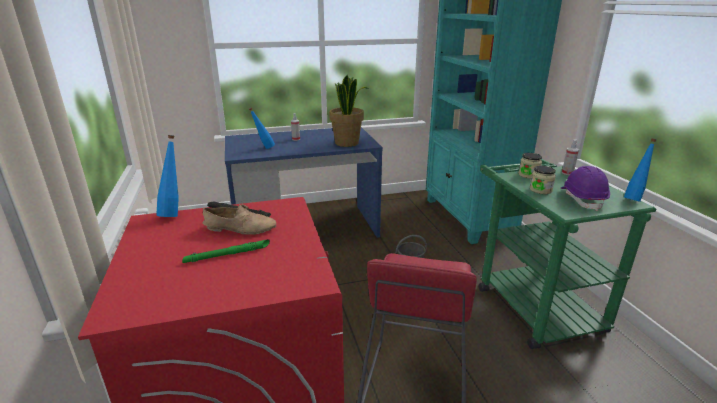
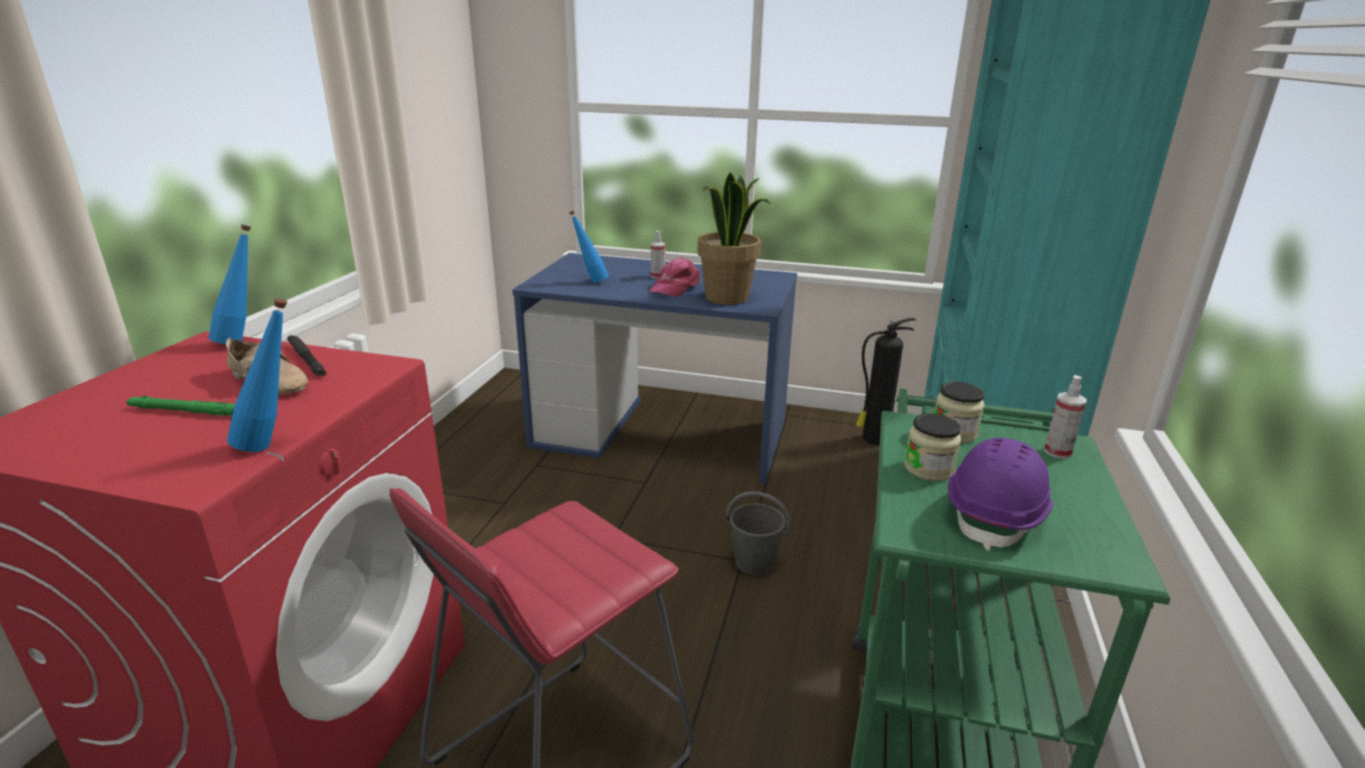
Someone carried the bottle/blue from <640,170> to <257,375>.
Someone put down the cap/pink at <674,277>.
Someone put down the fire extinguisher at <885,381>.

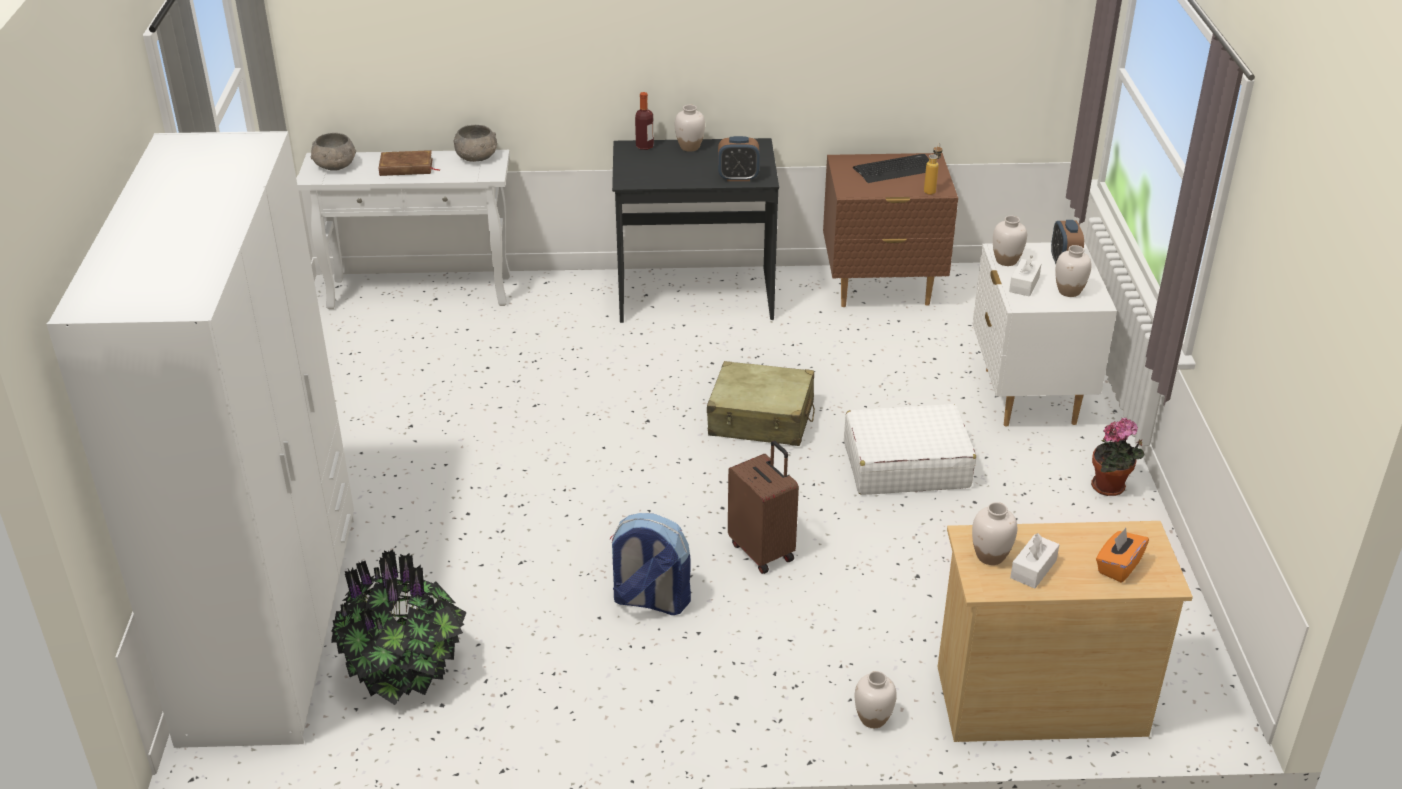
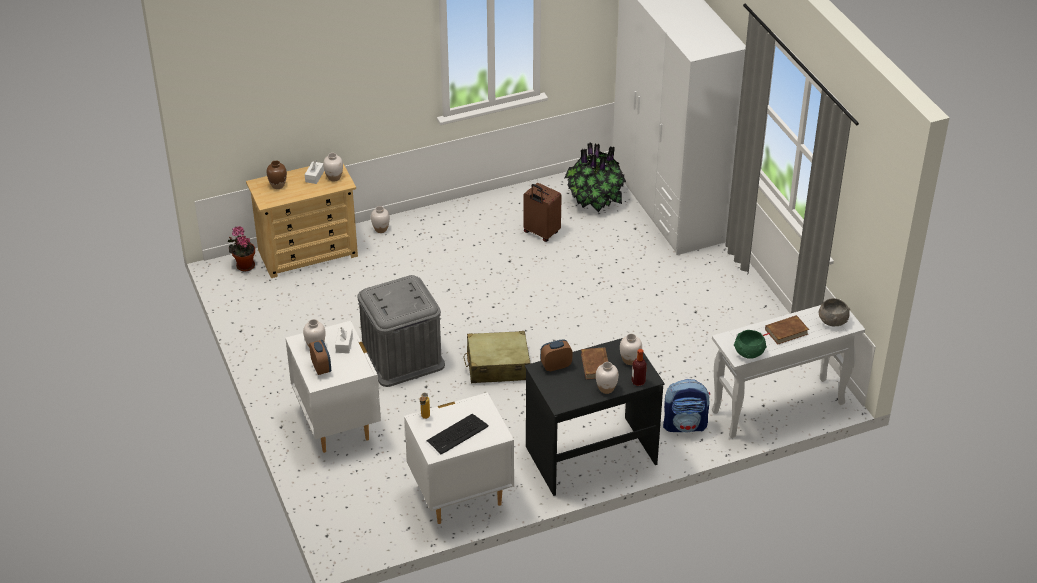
Someone repainted the bowl/grey at <475,143>, which became the bowl/green at <750,344>.
Someone carried the backpack from <650,564> to <686,406>.
Someone carried the suitcase/brown from <763,507> to <543,212>.
Someone repainted the nightstand/brown at <890,230>, which became the nightstand/white at <459,458>.
Someone swapped the suitcase/white at <910,449> for the storage box/grey at <401,331>.
Someone carried the vase/white from <1010,241> to <631,349>.
Someone carried the potted plant from <1118,457> to <241,248>.
Someone swapped the tissue box/orange at <1122,555> for the vase/brown at <277,174>.
Someone put down the book/brown at <594,363>.

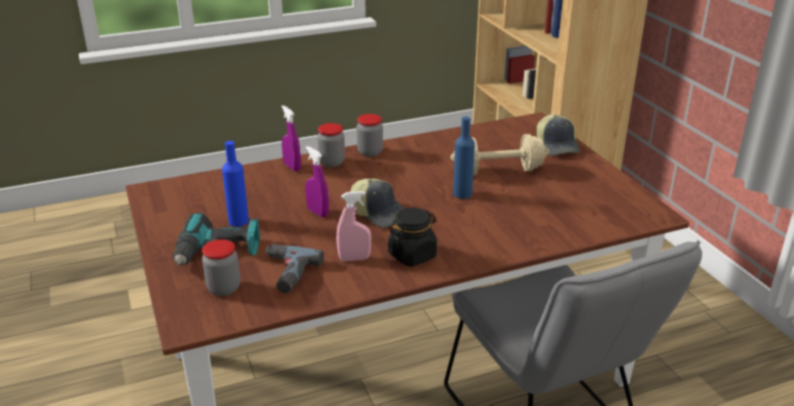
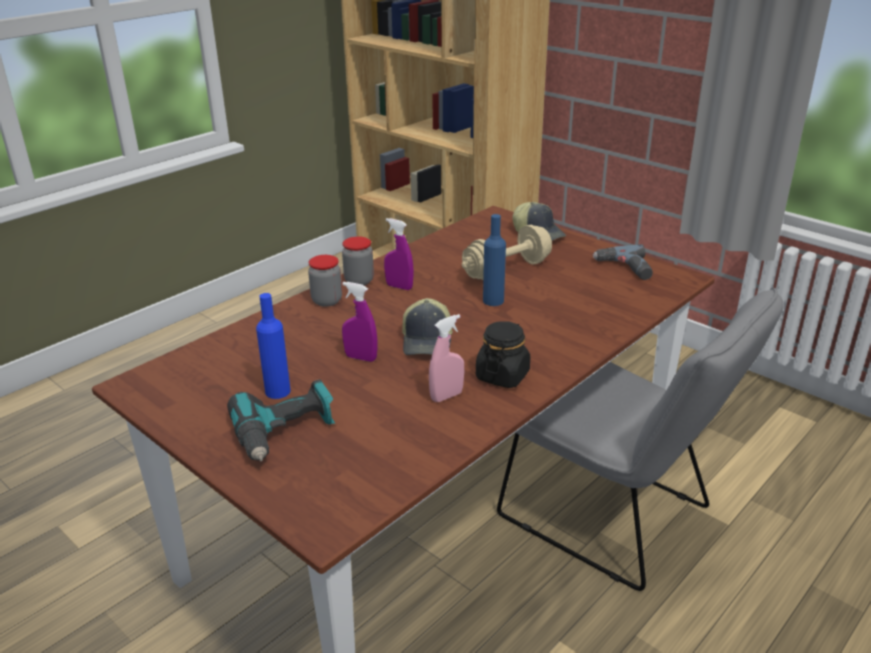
Someone took away the jar at <221,267>.
Someone carried the power drill from <295,268> to <623,262>.
Someone carried the spray bottle/purple from <291,138> to <399,254>.
Someone rotated the cap at <377,203> by 75 degrees clockwise.

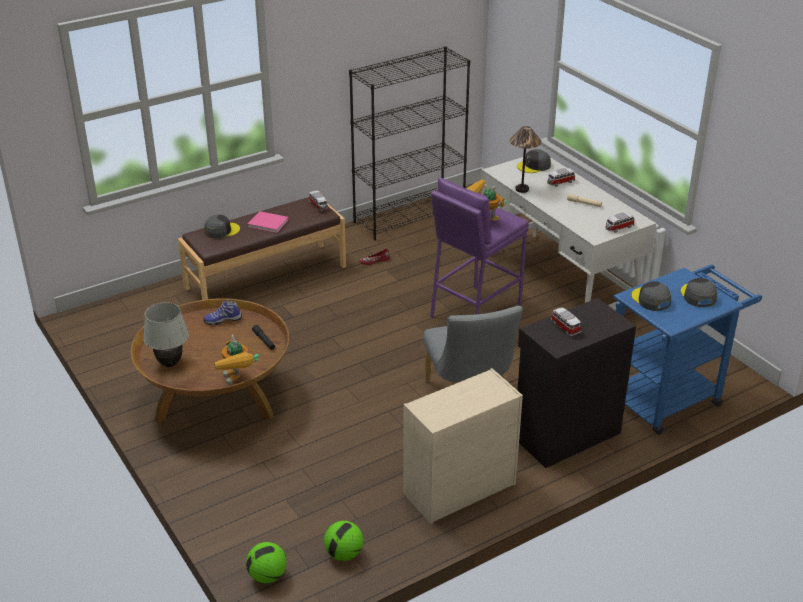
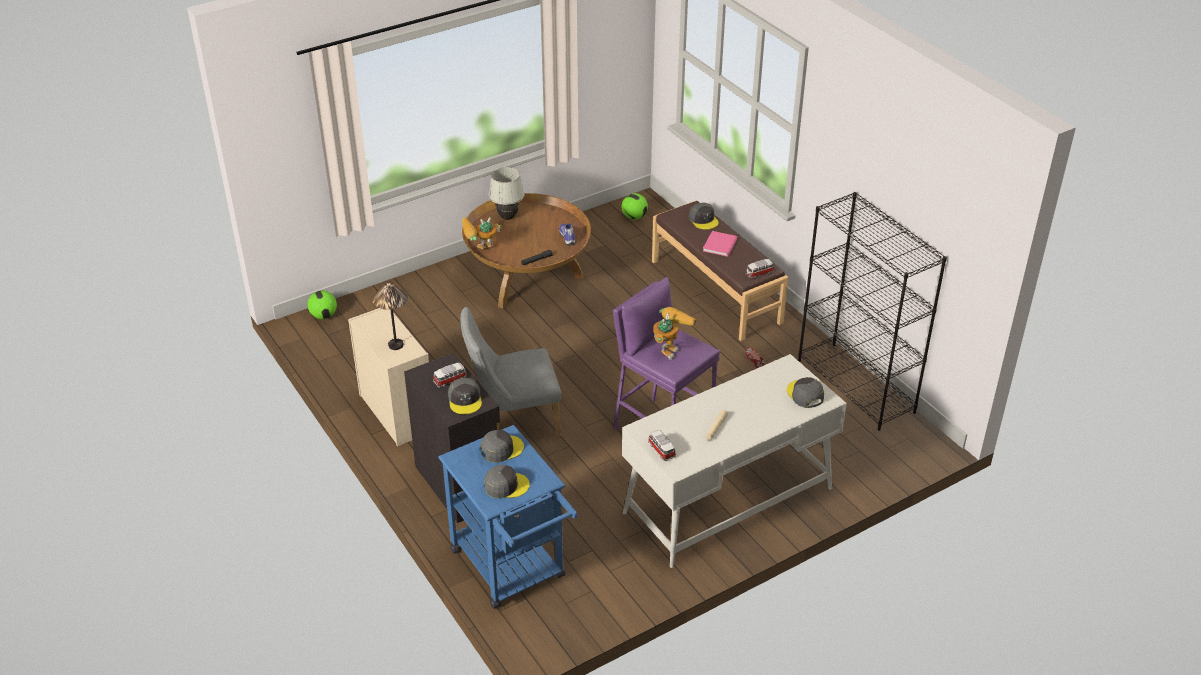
Someone carried the football from <343,541> to <635,206>.
Someone carried the table lamp from <525,159> to <390,316>.
Someone took away the toy car at <561,177>.
Someone put down the cap/grey at <465,396>.

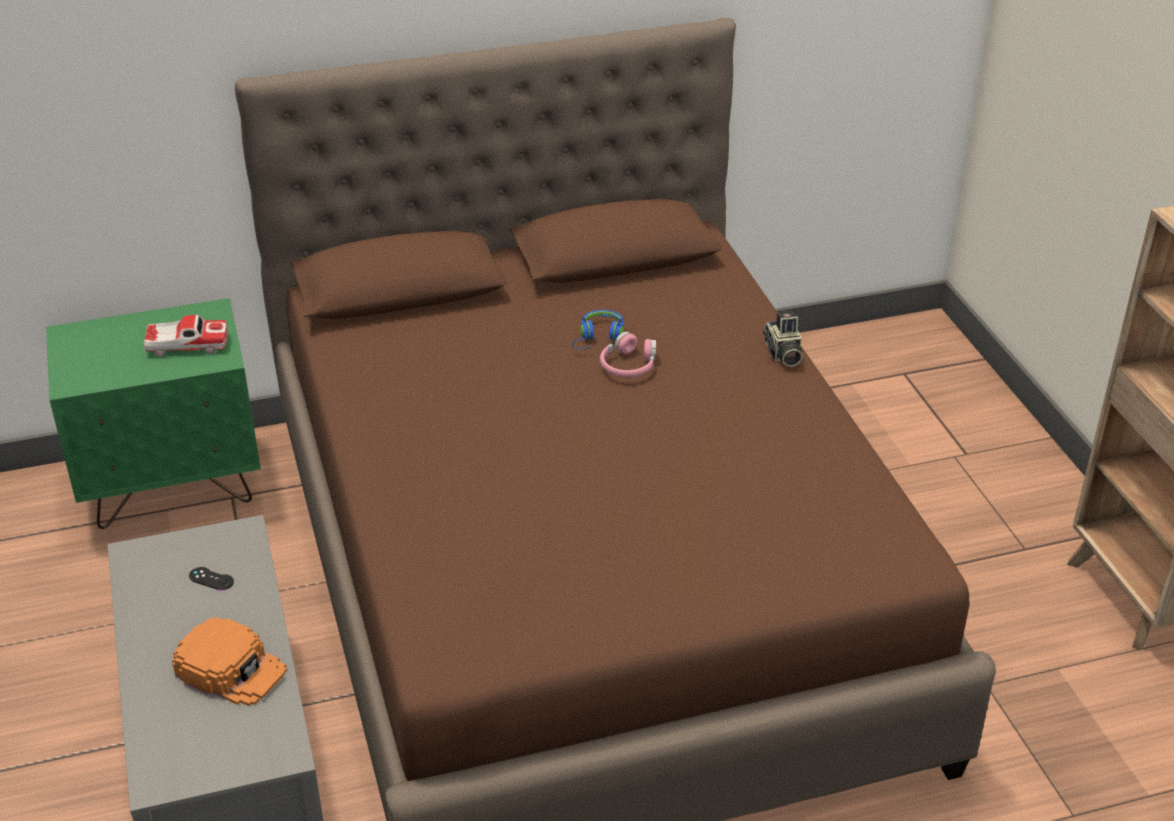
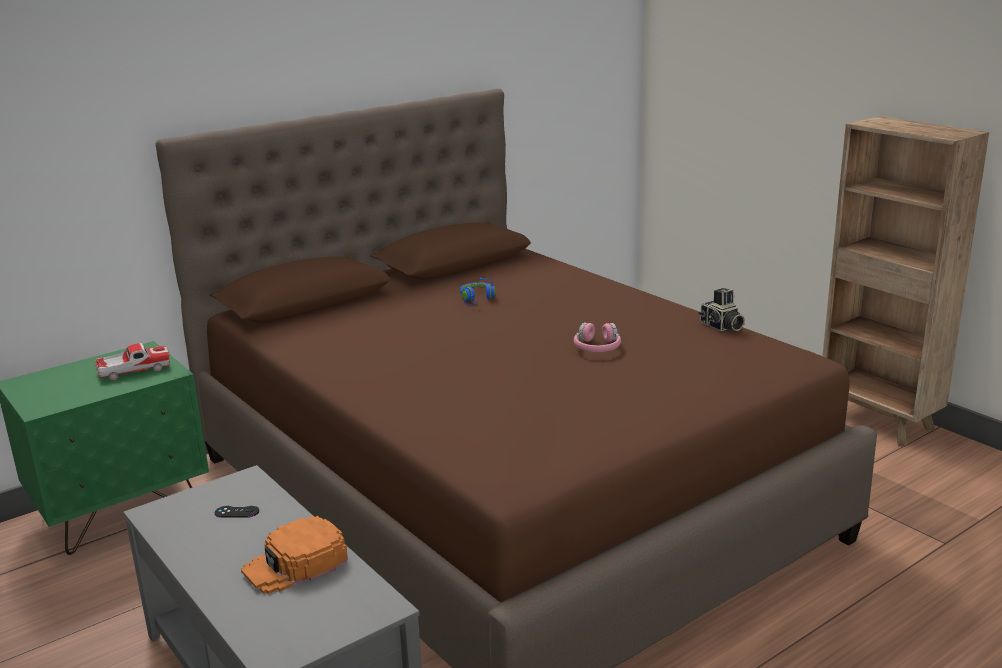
Someone rotated the cap/orange at <229,661> by 135 degrees clockwise.
Someone carried the headphones/pink from <628,354> to <597,337>.
Someone carried the photo camera from <783,339> to <722,309>.

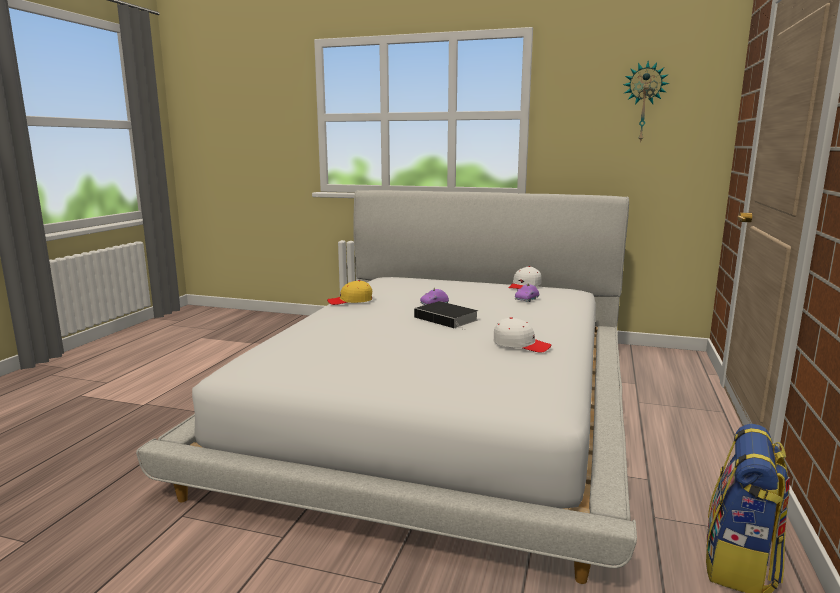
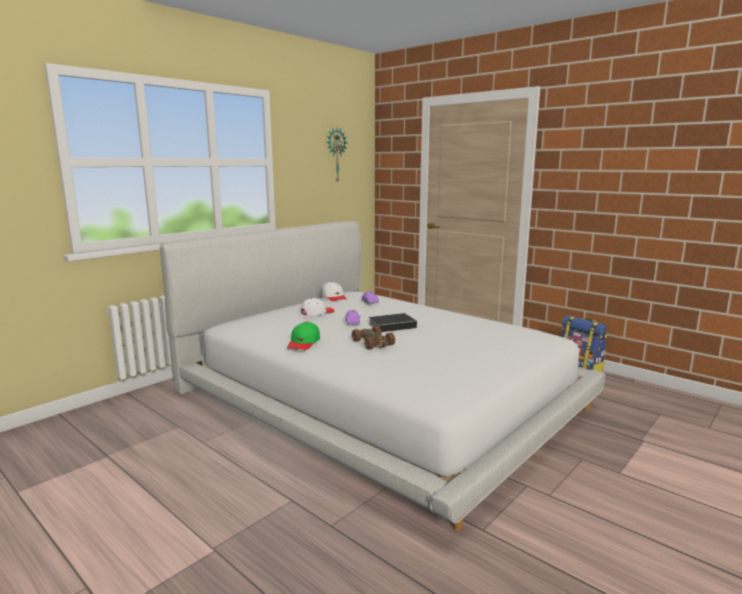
Someone repainted the cap/yellow at <349,292>, which became the cap/green at <303,336>.
Someone carried the cap/white from <522,334> to <317,307>.
Someone put down the toy car/brown at <373,338>.

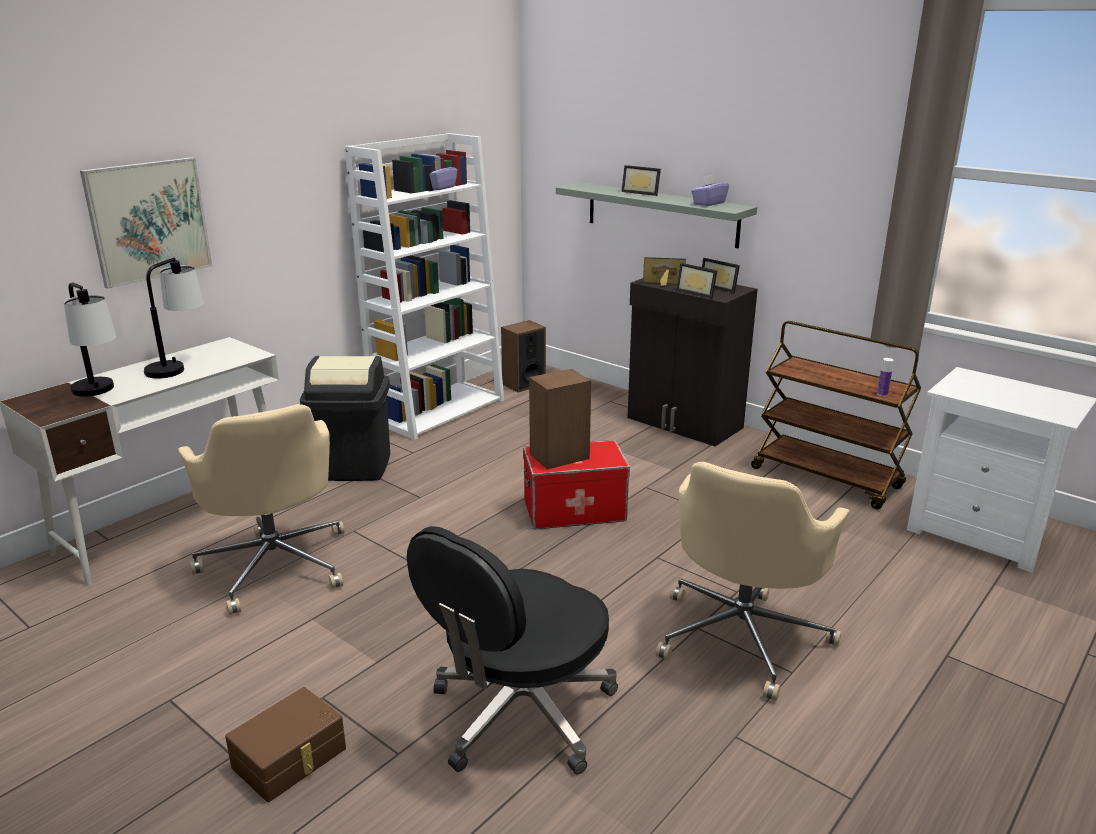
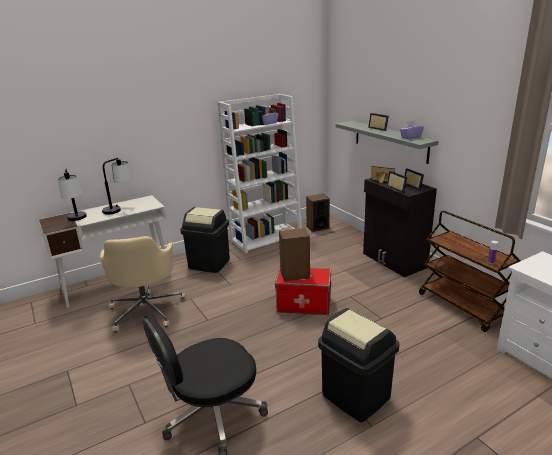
Someone took away the picture at <146,223>.
Someone took away the storage box/brown at <285,744>.
Someone swapped the office chair/beige at <753,581> for the trash can/black at <358,365>.

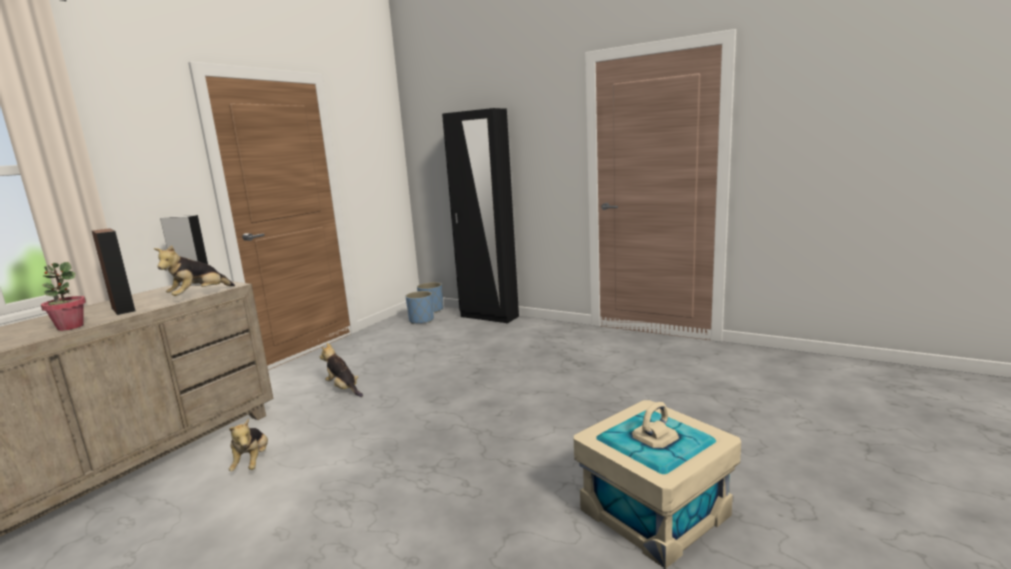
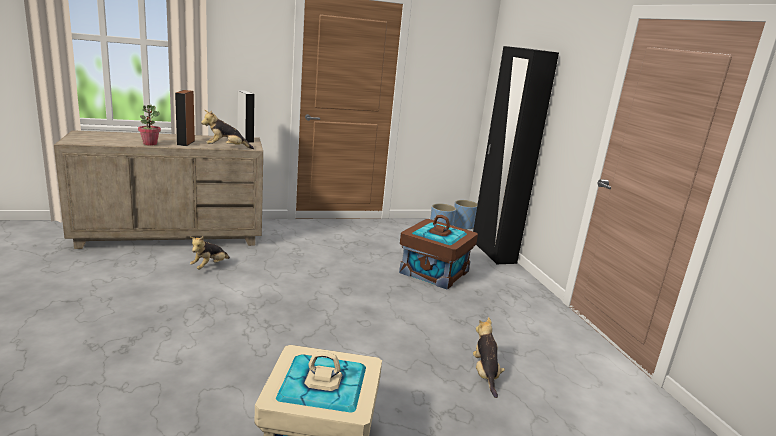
Someone carried the plush toy from <341,370> to <489,357>.
Someone put down the storage box/brown at <438,252>.

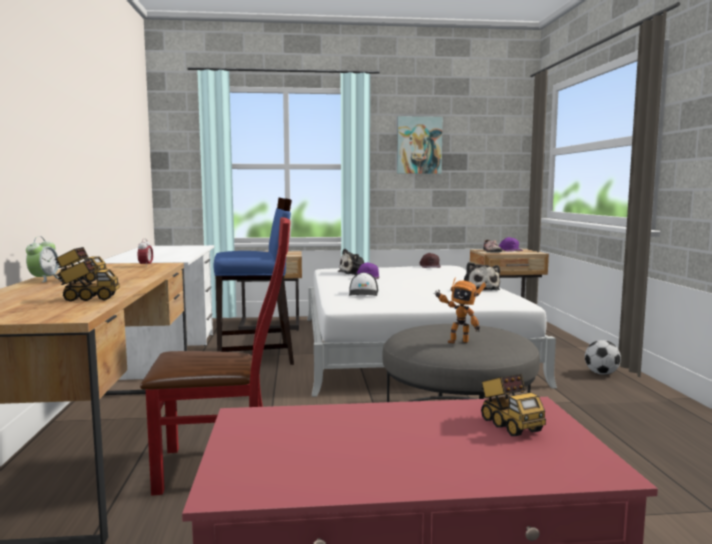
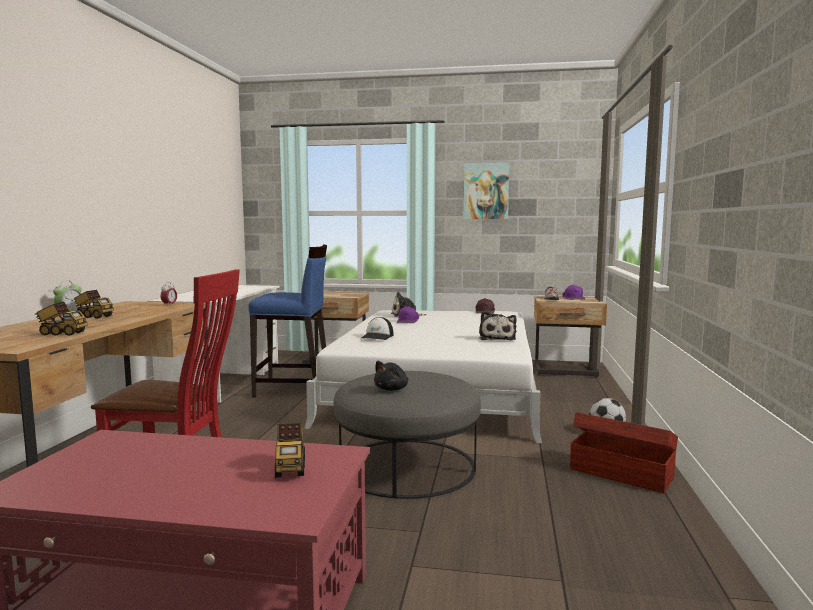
Someone swapped the toy robot at <460,311> for the plush toy/black at <391,376>.
Someone put down the storage box/brown at <624,452>.

